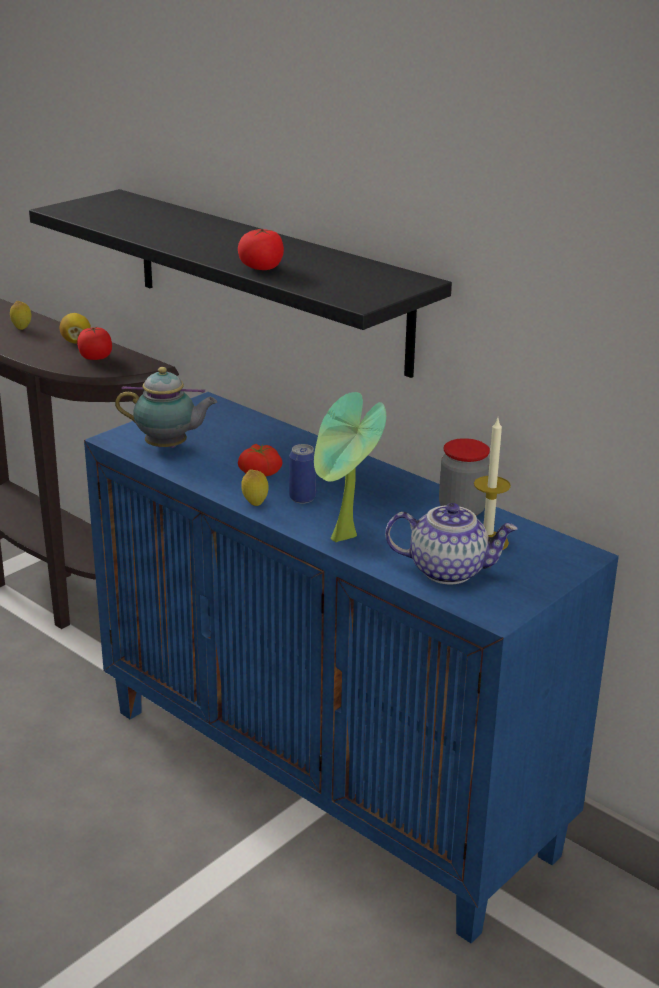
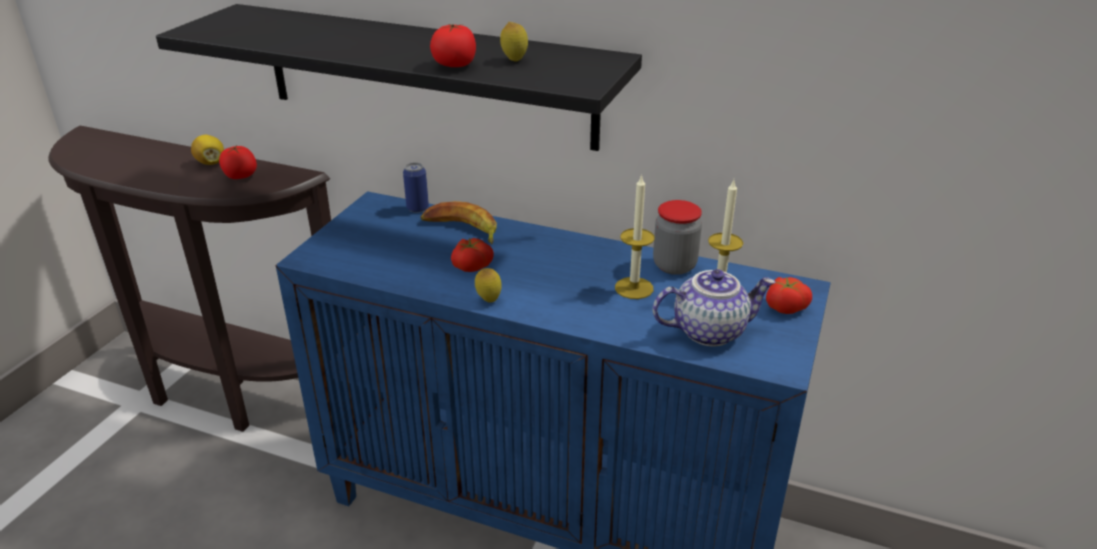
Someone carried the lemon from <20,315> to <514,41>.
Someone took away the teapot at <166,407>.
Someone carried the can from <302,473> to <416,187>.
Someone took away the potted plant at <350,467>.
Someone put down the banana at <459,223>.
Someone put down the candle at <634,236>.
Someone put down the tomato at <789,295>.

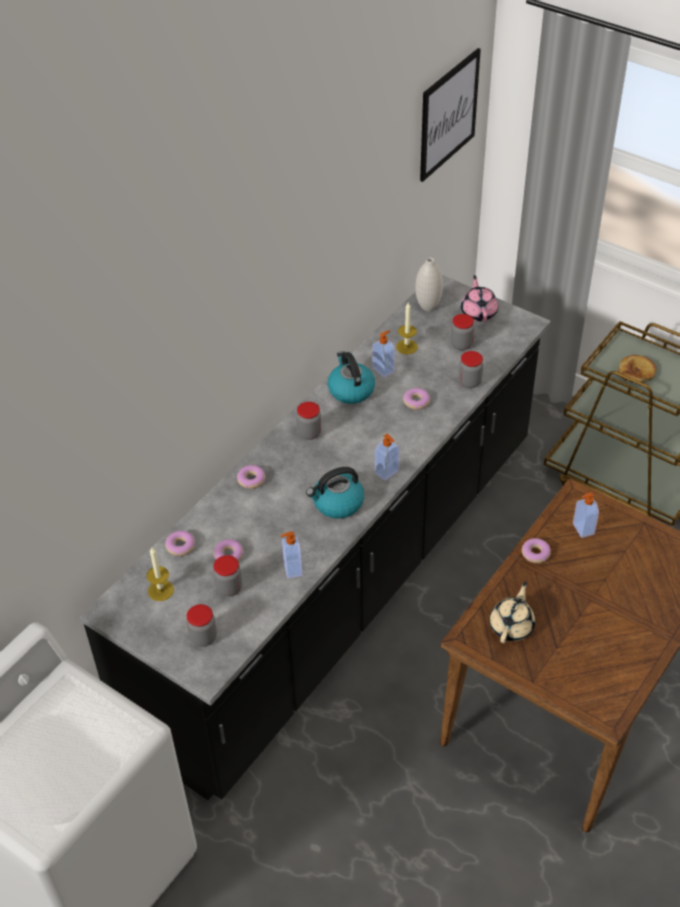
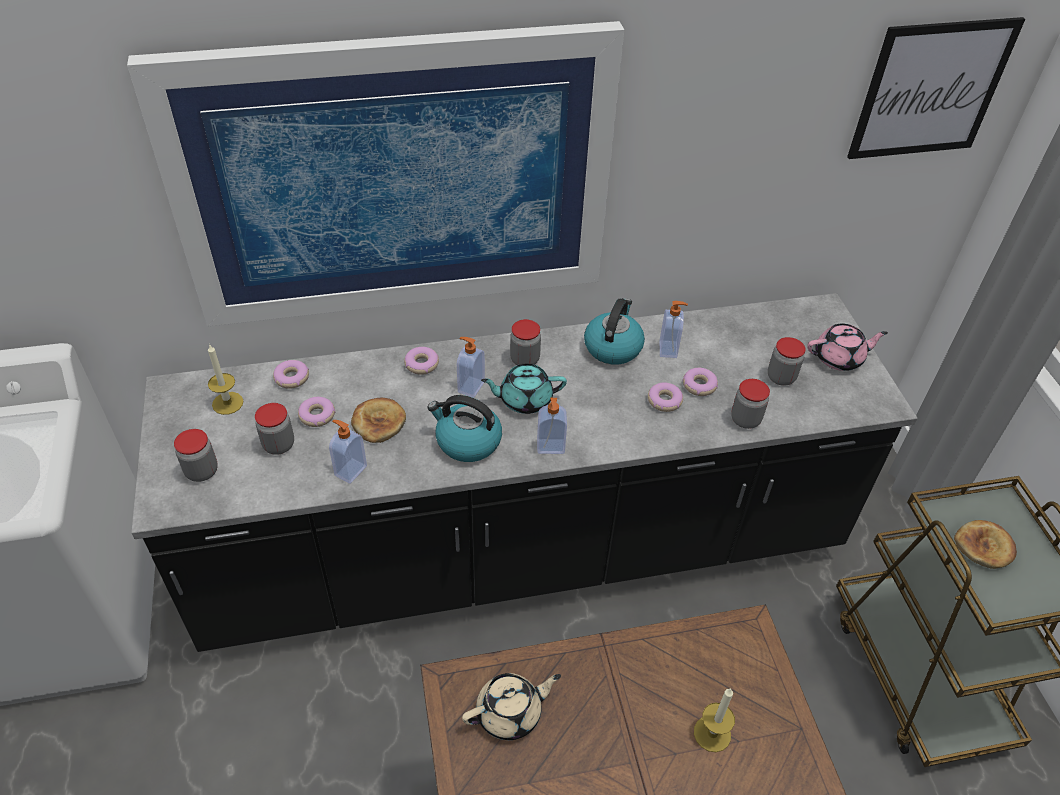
Someone carried the candle from <407,329> to <714,720>.
Someone took away the vase/white at <429,284>.
Someone rotated the teapot/pink at <479,298> by 45 degrees clockwise.
Someone carried the donut from <536,550> to <700,382>.
Someone carried the soap dispenser from <586,515> to <471,367>.
Someone put up the picture at <375,174>.
Someone put down the bread at <378,420>.
Someone put down the teapot/turquoise at <524,389>.

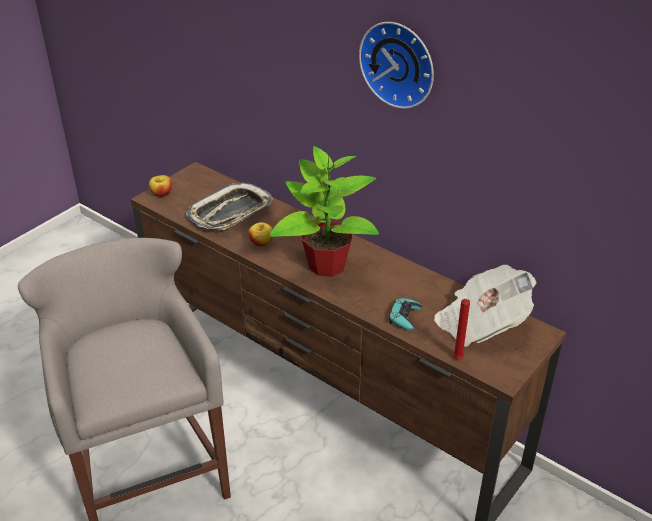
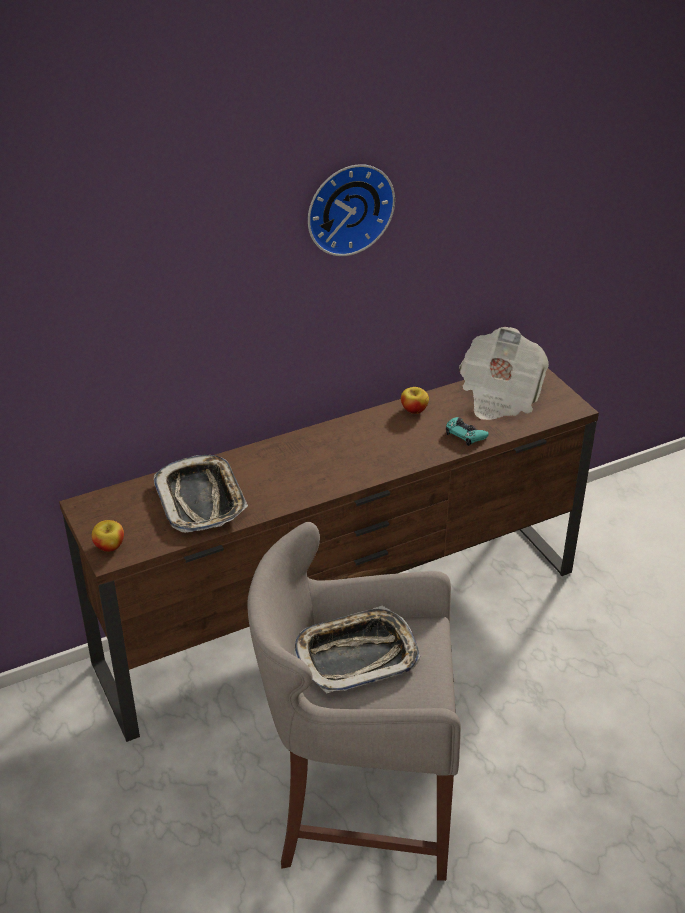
Someone carried the apple from <260,234> to <415,400>.
Someone took away the potted plant at <324,211>.
Someone took away the candle/red at <461,329>.
Someone put down the tray at <357,649>.

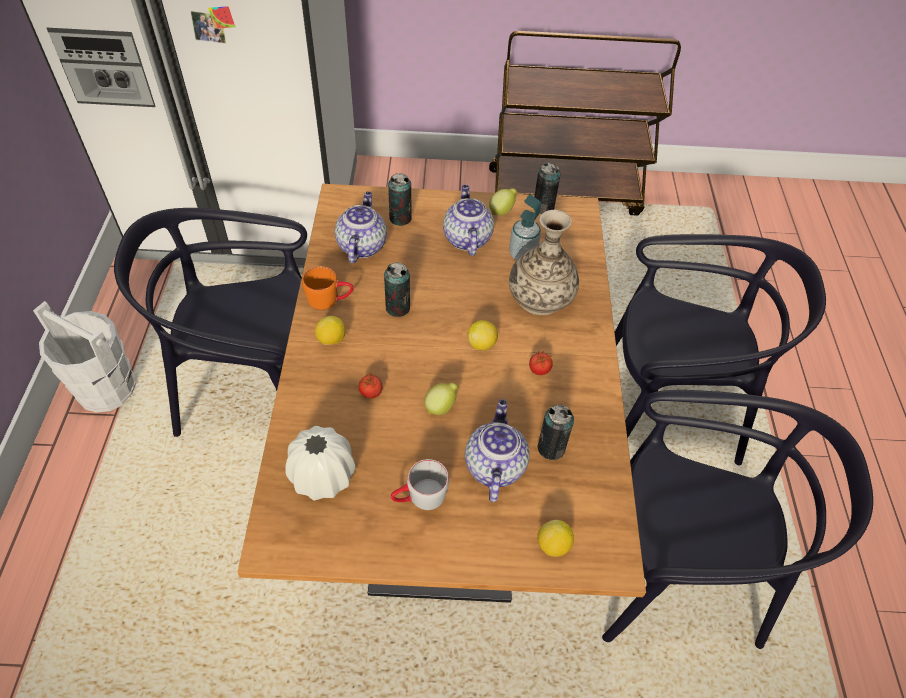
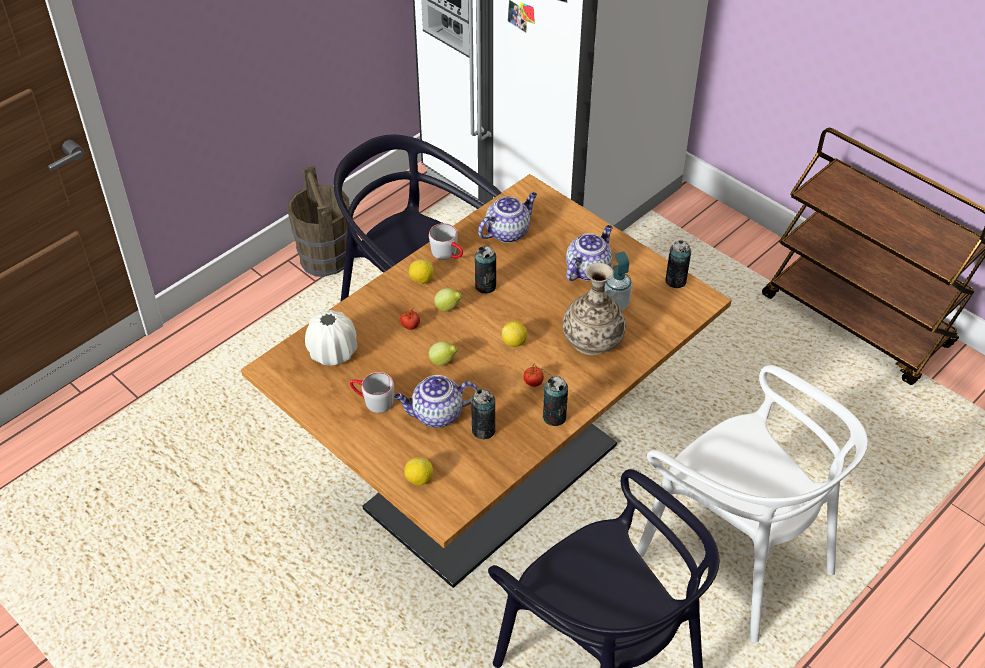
Someone repainted the bucket/white at <84,357>, which became the bucket/brown at <318,221>.
Someone repainted the mug/orange at <328,288>, which became the mug/grey at <446,241>.
Someone carried the can from <400,199> to <555,401>.
Someone rotated the teapot at <497,450> by 150 degrees counterclockwise.
Someone carried the lemon from <503,201> to <448,300>.
Someone repainted the chair/black at <720,349>, which became the chair/white at <752,504>.

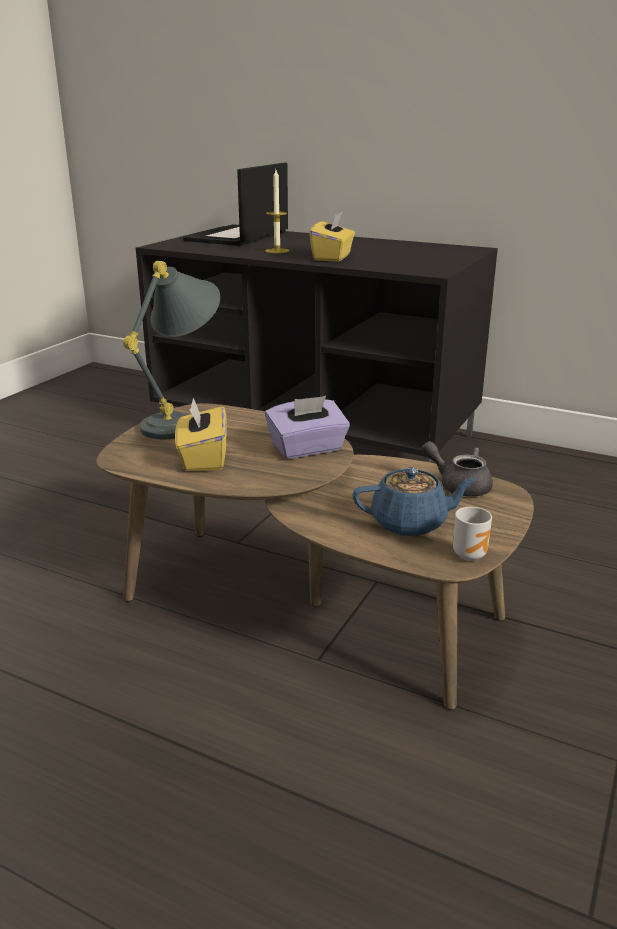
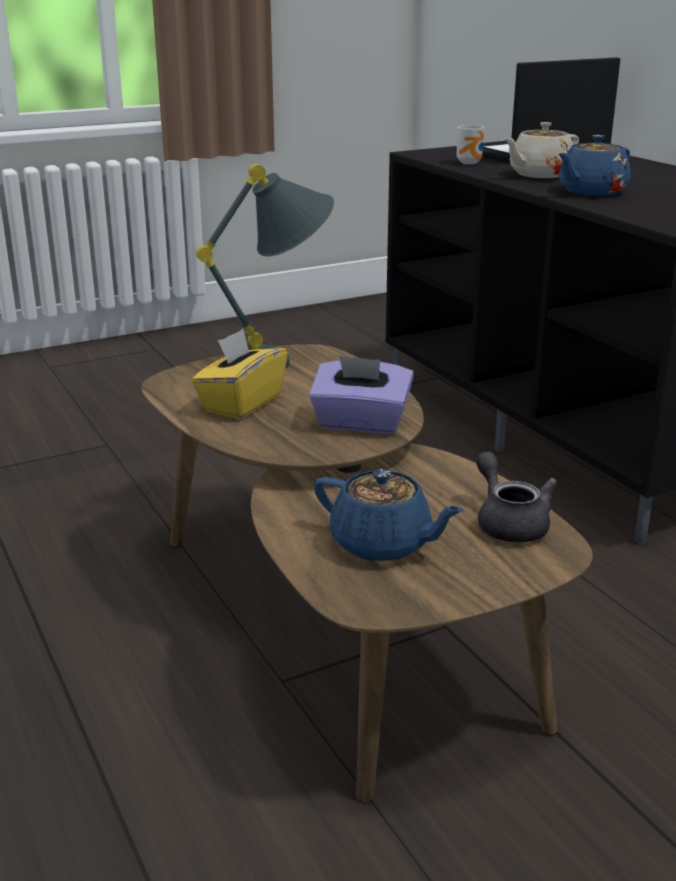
Someone swapped the candle at <277,211> for the teapot/beige at <541,150>.
Someone swapped the tissue box/yellow at <332,237> for the teapot/blue at <594,165>.
Someone carried the mug from <472,534> to <470,145>.

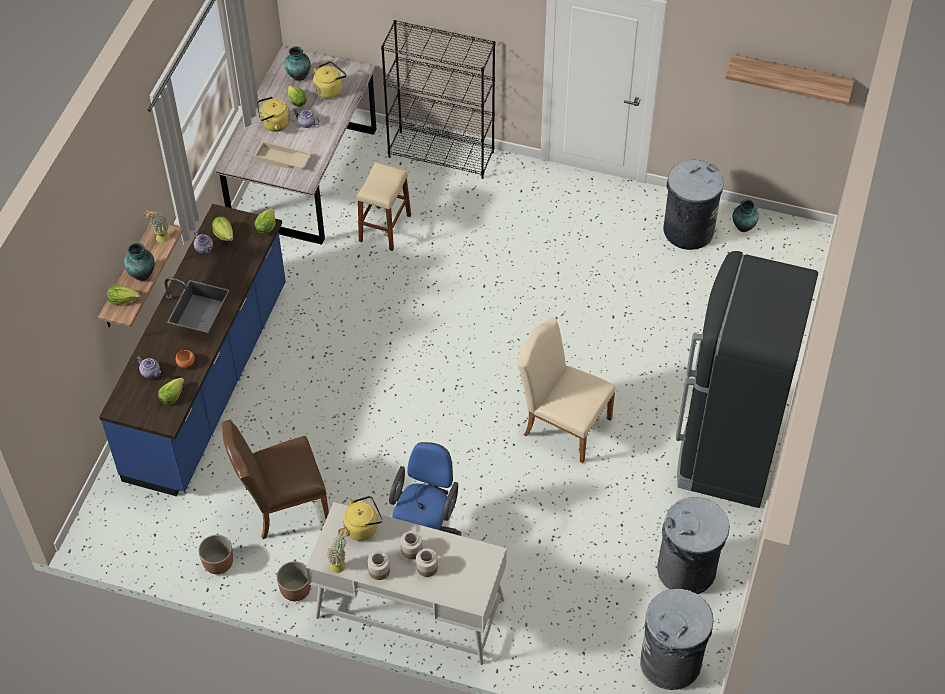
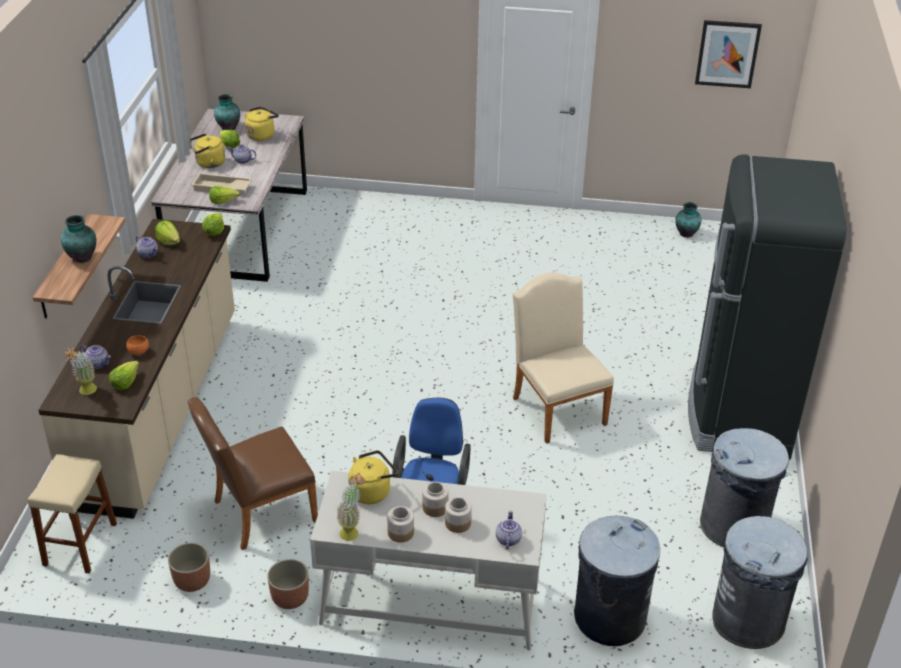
Someone repainted the counter/blue at <192,350>, which became the counter/beige at <136,369>.
Someone carried the lettuce from <123,295> to <224,195>.
Someone carried the potted plant from <157,226> to <80,371>.
Someone carried the stool/beige from <384,206> to <72,514>.
Someone took away the bookcase/black at <438,99>.
Someone rotated the chair/beige at <566,390> by 45 degrees clockwise.
Someone carried the trash can/grey from <693,205> to <617,581>.
Someone swapped the shelf at <789,79> for the picture at <728,54>.
Someone put down the teapot at <509,530>.

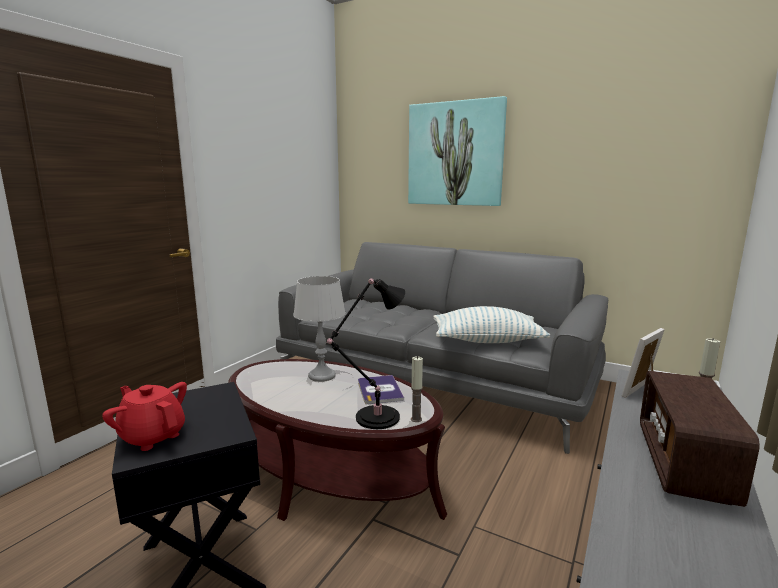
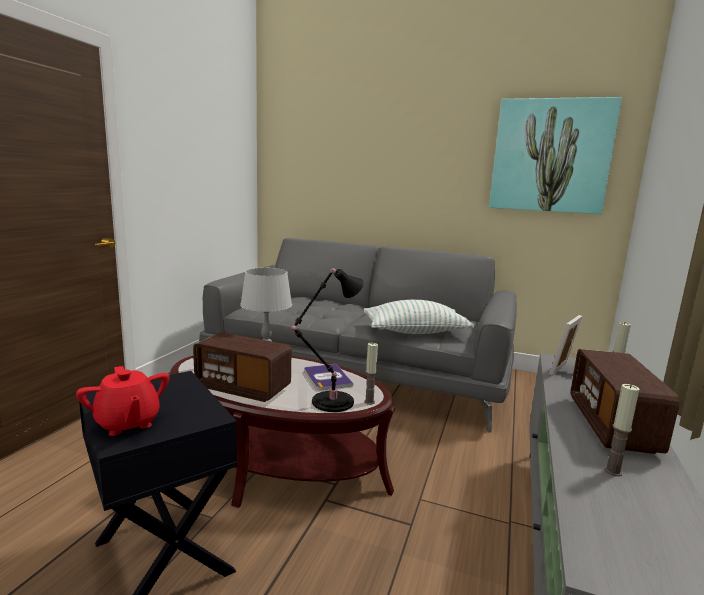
Someone rotated the teapot/red at <144,416> by 150 degrees counterclockwise.
Someone carried the picture from <457,151> to <555,155>.
Someone put down the radio at <242,367>.
Someone put down the candle at <621,430>.

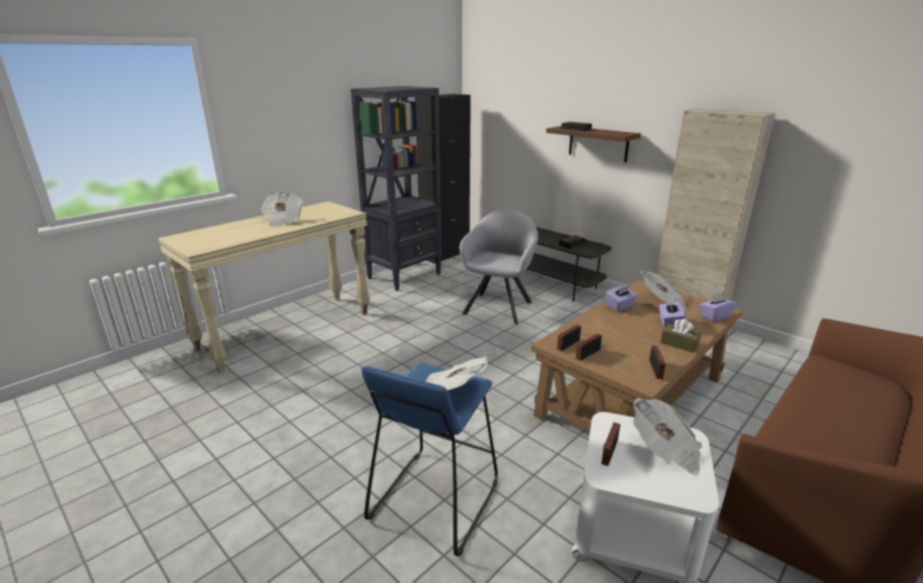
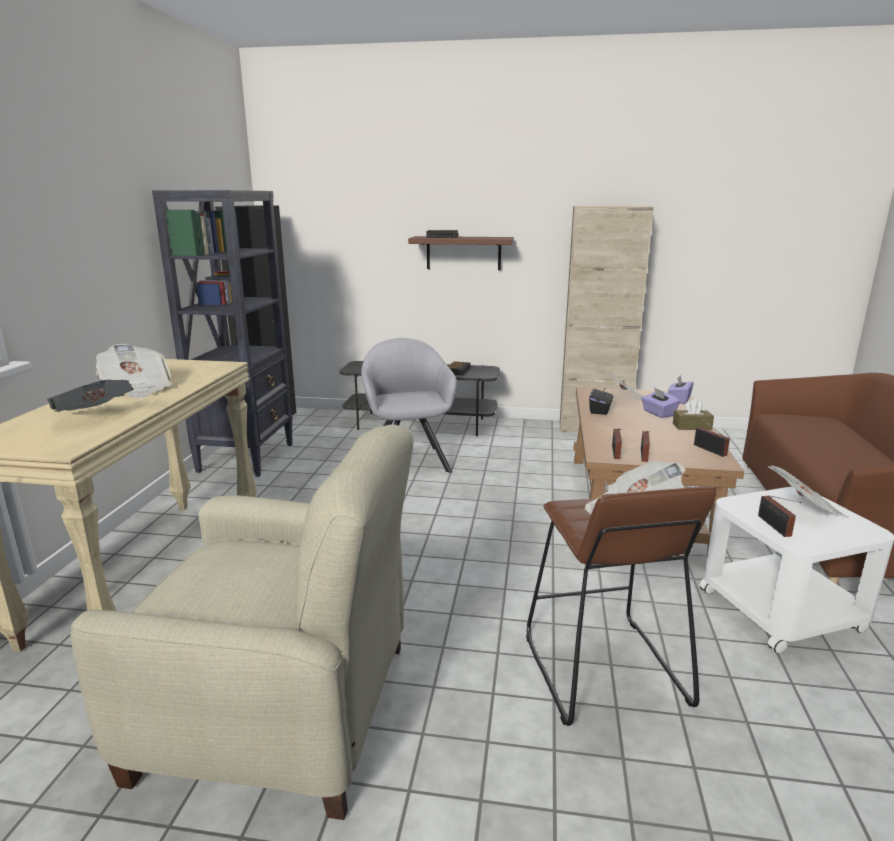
Someone repainted the stool/blue at <429,459>, which became the stool/brown at <621,606>.
Someone repainted the tissue box/purple at <621,298>, which became the tissue box/black at <601,400>.
Someone put down the newspaper at <90,396>.
Someone put down the armchair/beige at <242,622>.

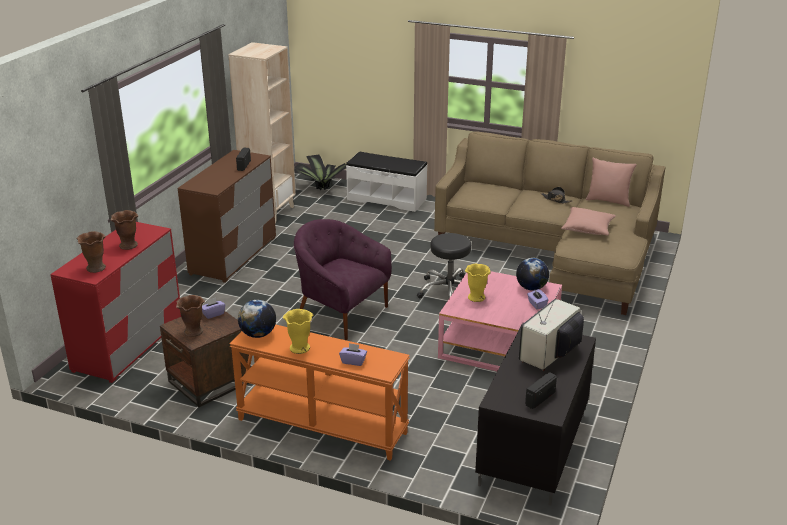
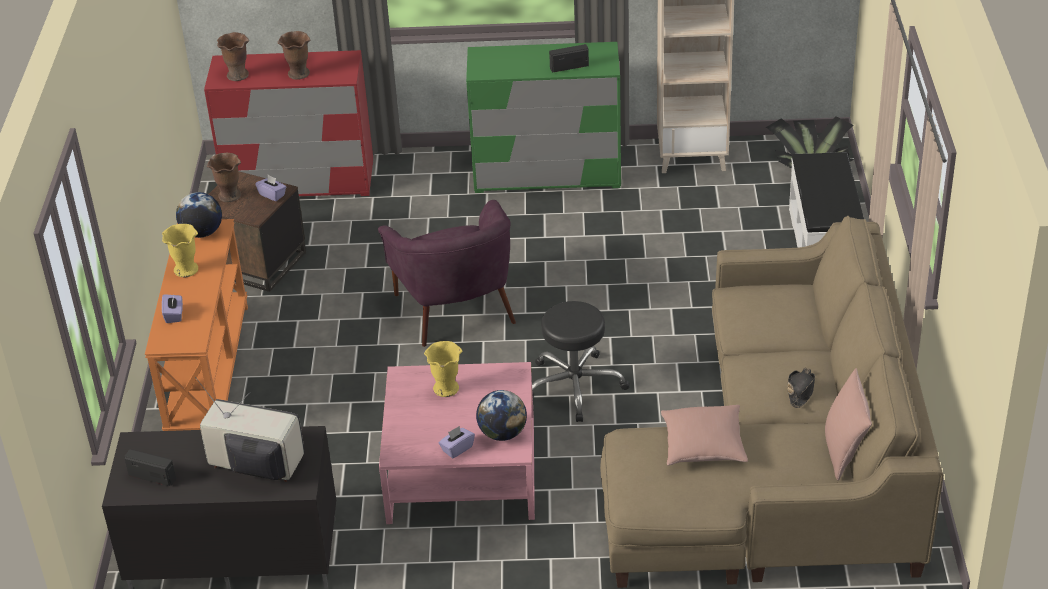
Someone repainted the dresser/brown at <227,216>, which became the dresser/green at <543,117>.
Someone rotated the armchair/purple at <343,279> by 150 degrees clockwise.

